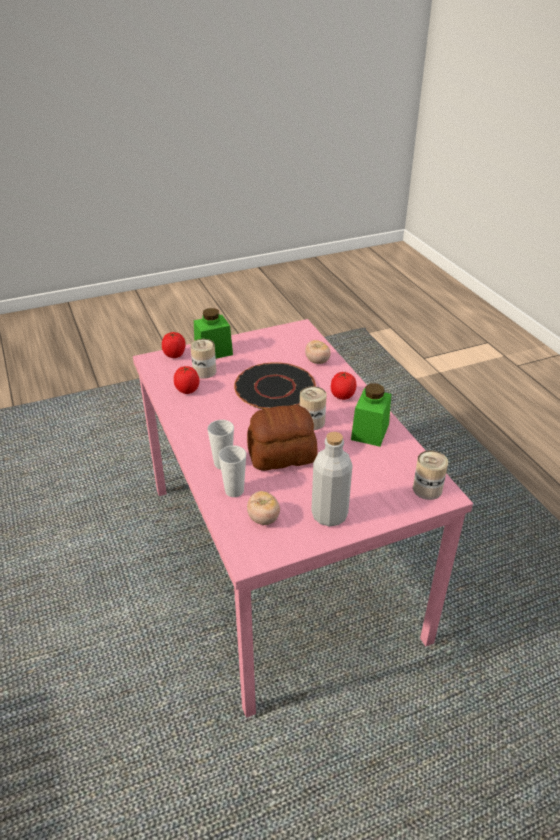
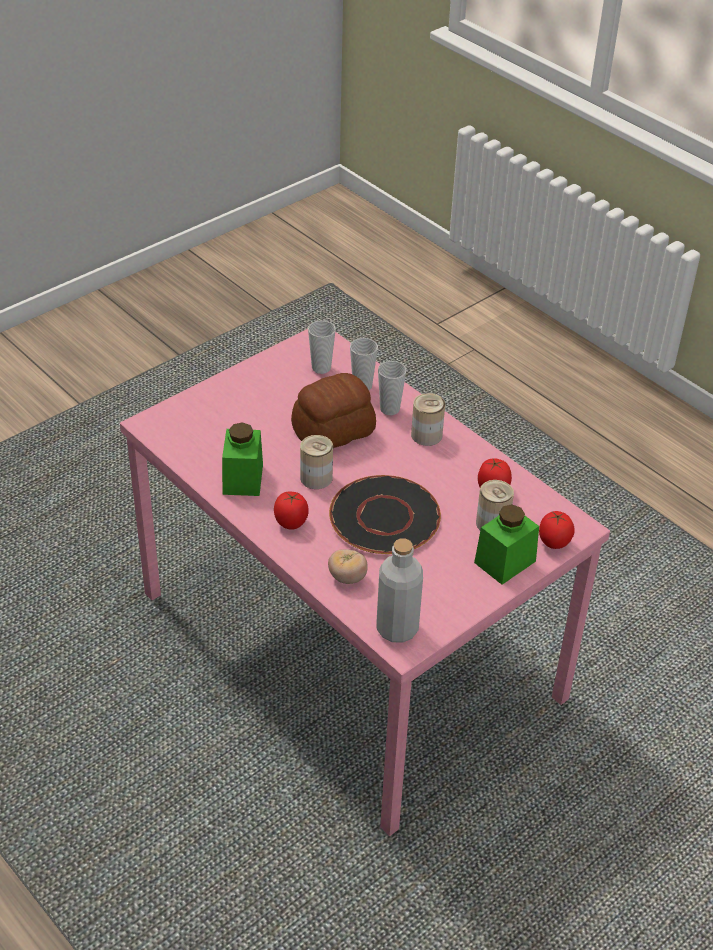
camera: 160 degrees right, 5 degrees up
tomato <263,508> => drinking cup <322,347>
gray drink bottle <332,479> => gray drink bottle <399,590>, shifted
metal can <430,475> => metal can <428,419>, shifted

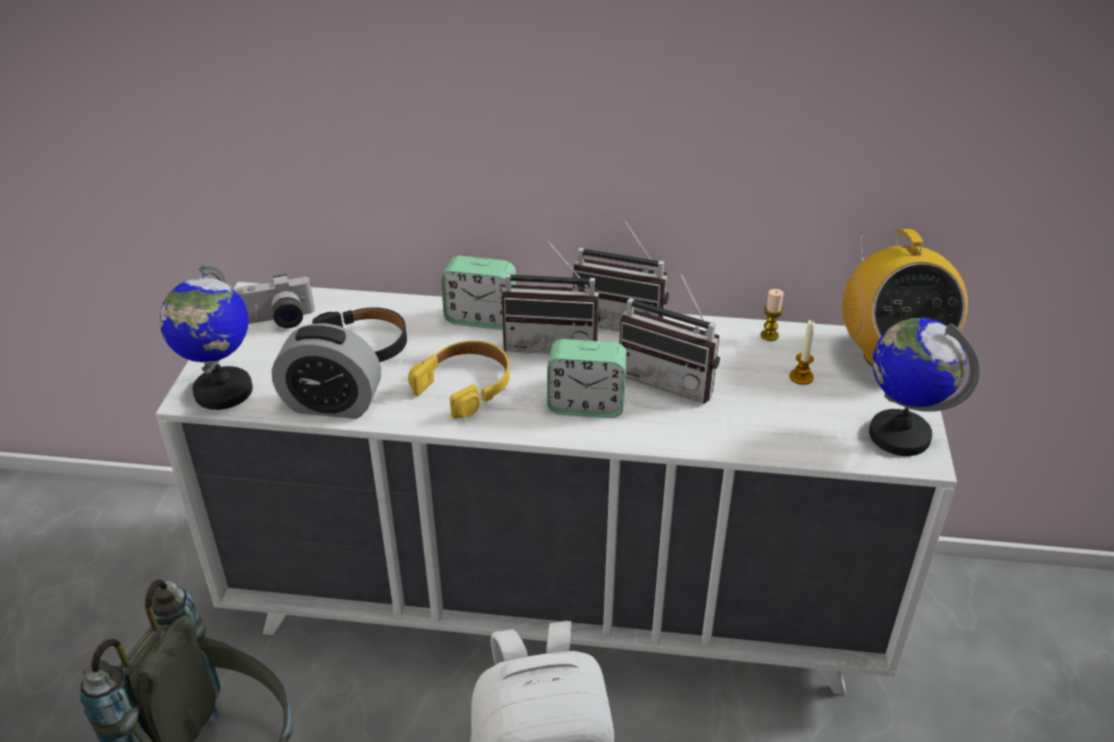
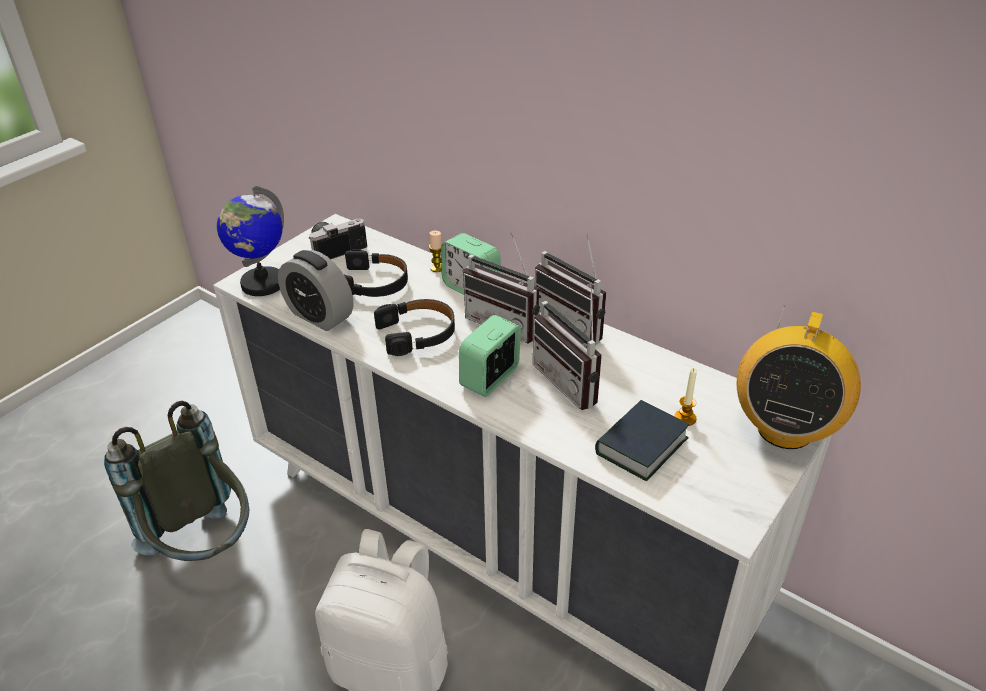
camera: 30 degrees right, 0 degrees up
photo camera <274,301> => photo camera <337,239>, 135 degrees clockwise
yellow-coloured headset <459,380> => blackish headset <414,327>
wax candle <772,315> => wax candle <435,251>, shifted
table clock <587,378> => table clock <490,356>, 90 degrees clockwise
nothing => book <642,440>
world globe <924,387> => nothing

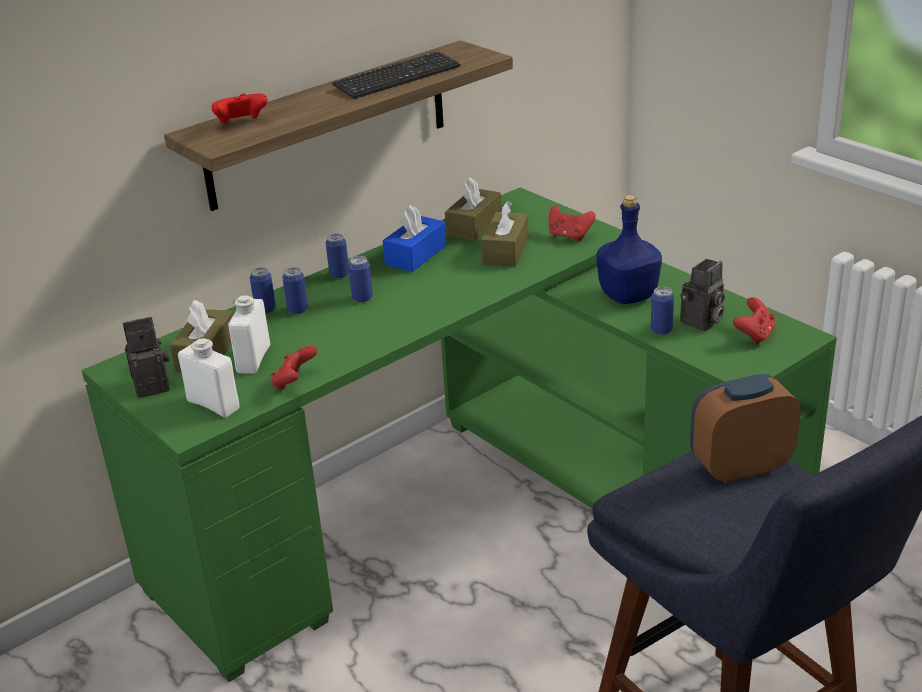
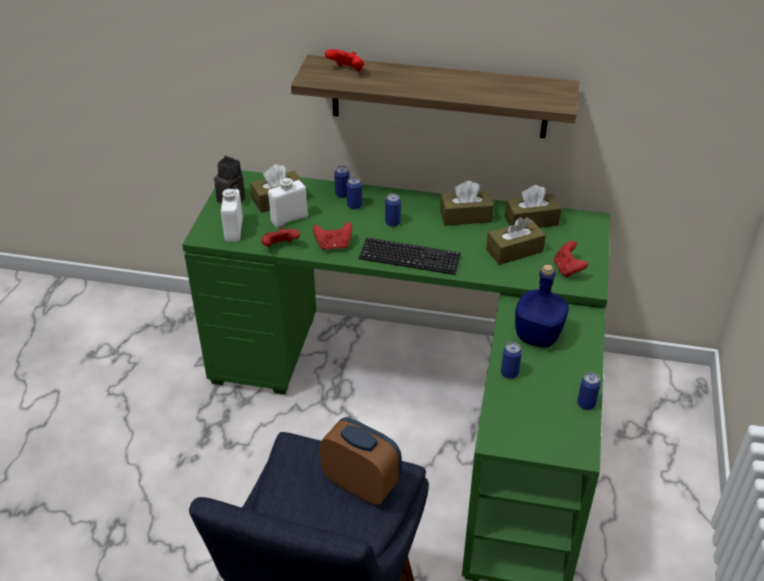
camera: 50 degrees right, 10 degrees up
red-coloured gamepad <754,320> => red-coloured gamepad <332,236>, shifted
PC keyboard <396,75> => PC keyboard <410,256>, shifted
blue box of tissues <414,238> => brown-coloured box of tissues <467,203>
metal can <337,256> => metal can <589,391>, shifted
photo camera <702,295> => nothing

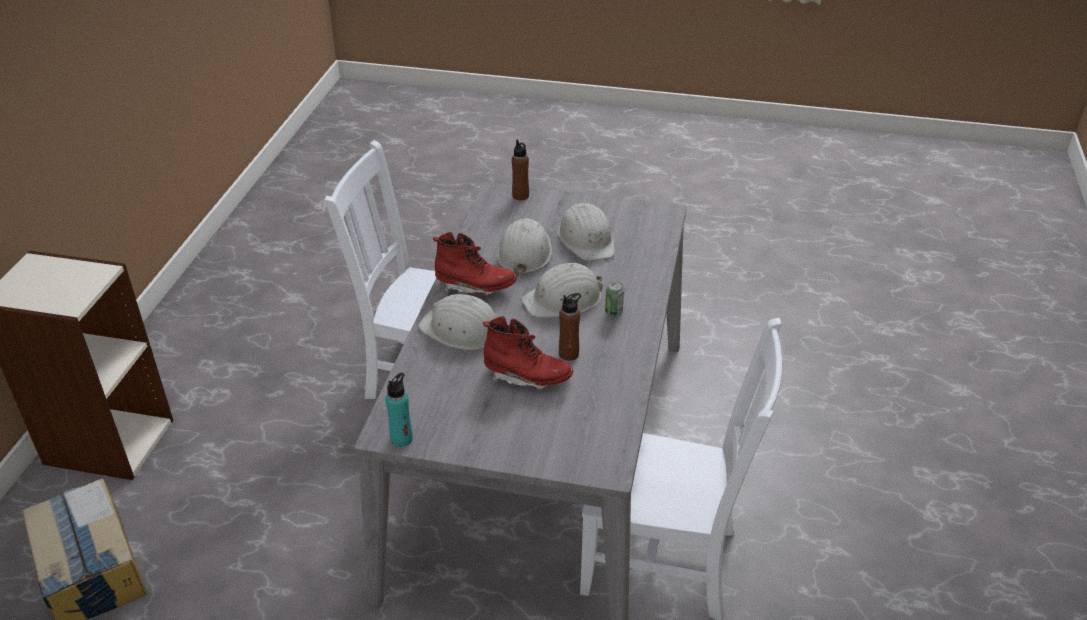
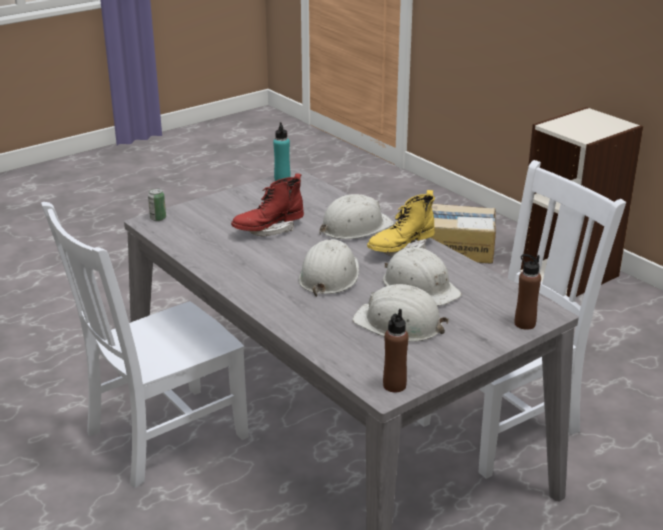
camera: 130 degrees right, 10 degrees down
metal can <614,299> => metal can <157,204>, shifted
red-coloured high-top boot <475,263> => yellow-coloured high-top boot <401,223>
brown-coloured drink bottle <570,327> => brown-coloured drink bottle <396,351>, shifted

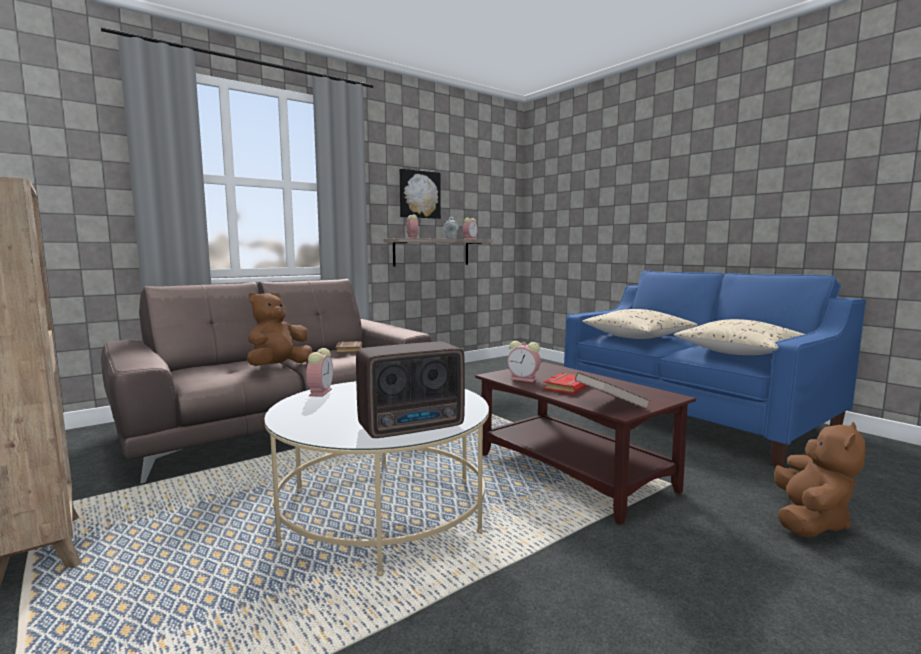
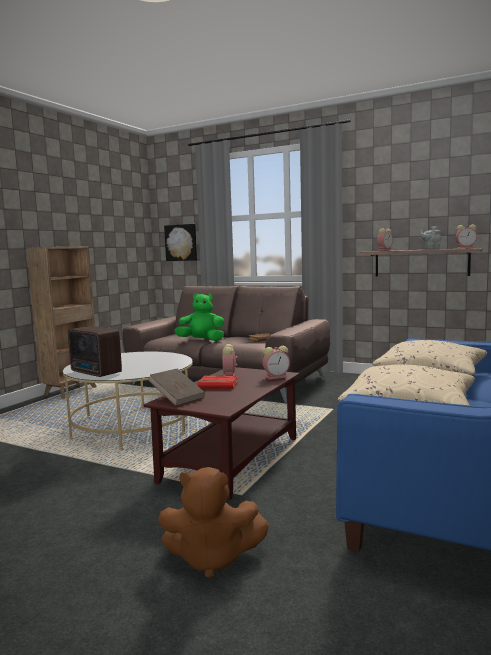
camera: 65 degrees right, 0 degrees up
wall picture <420,194> => wall picture <180,242>, shifted
brown-coloured plush toy <279,329> => green plush toy <199,317>
table clock <319,372> => table clock <276,363>, shifted

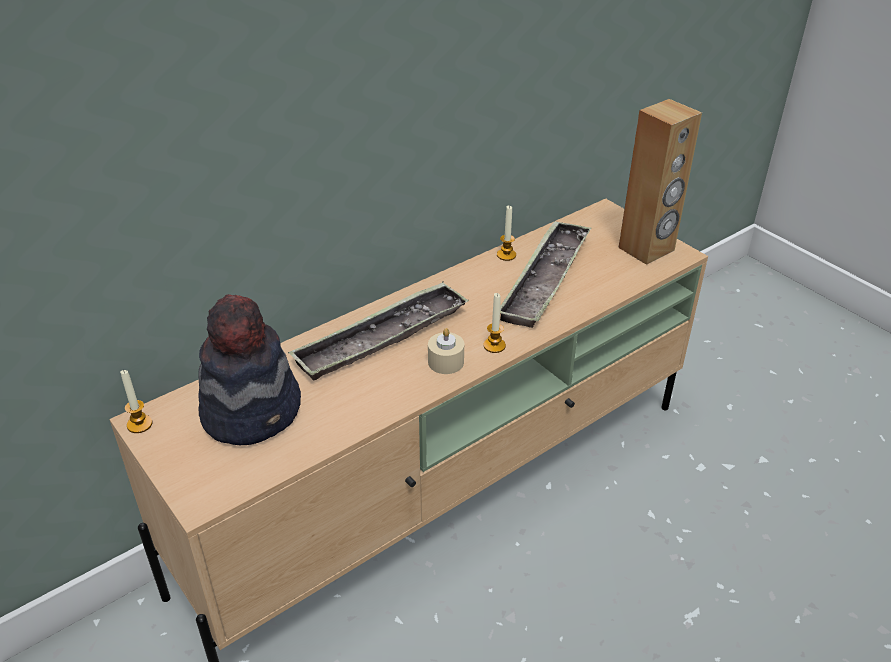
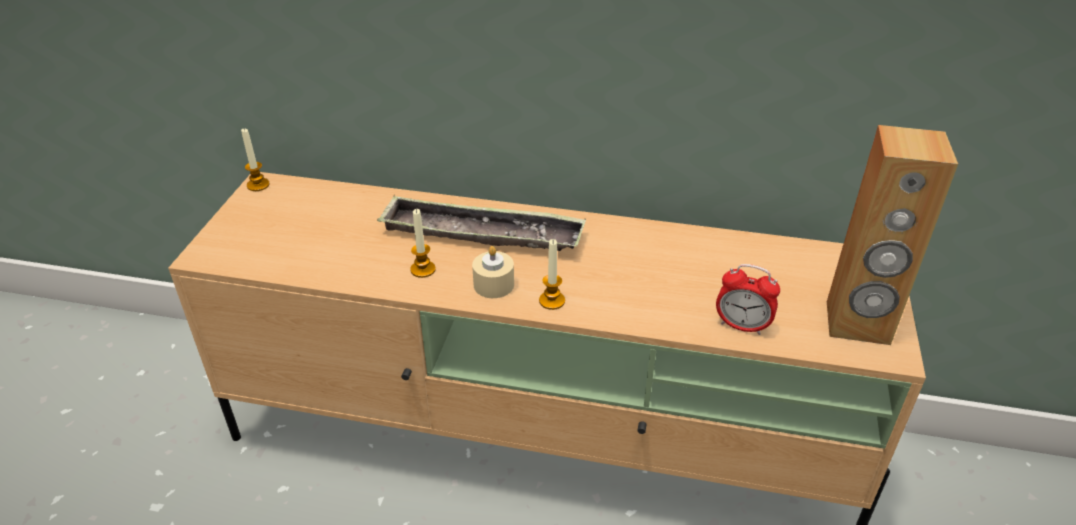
camera: 50 degrees right, 0 degrees up
wax candle <506,233> => wax candle <423,243>, shifted
nothing => table clock <748,299>
clothing hat <249,369> => nothing
tray <546,274> => nothing

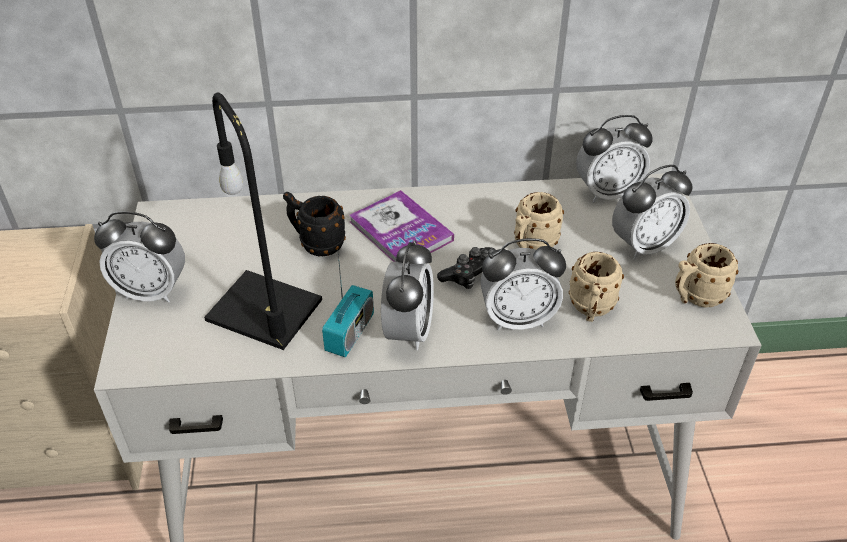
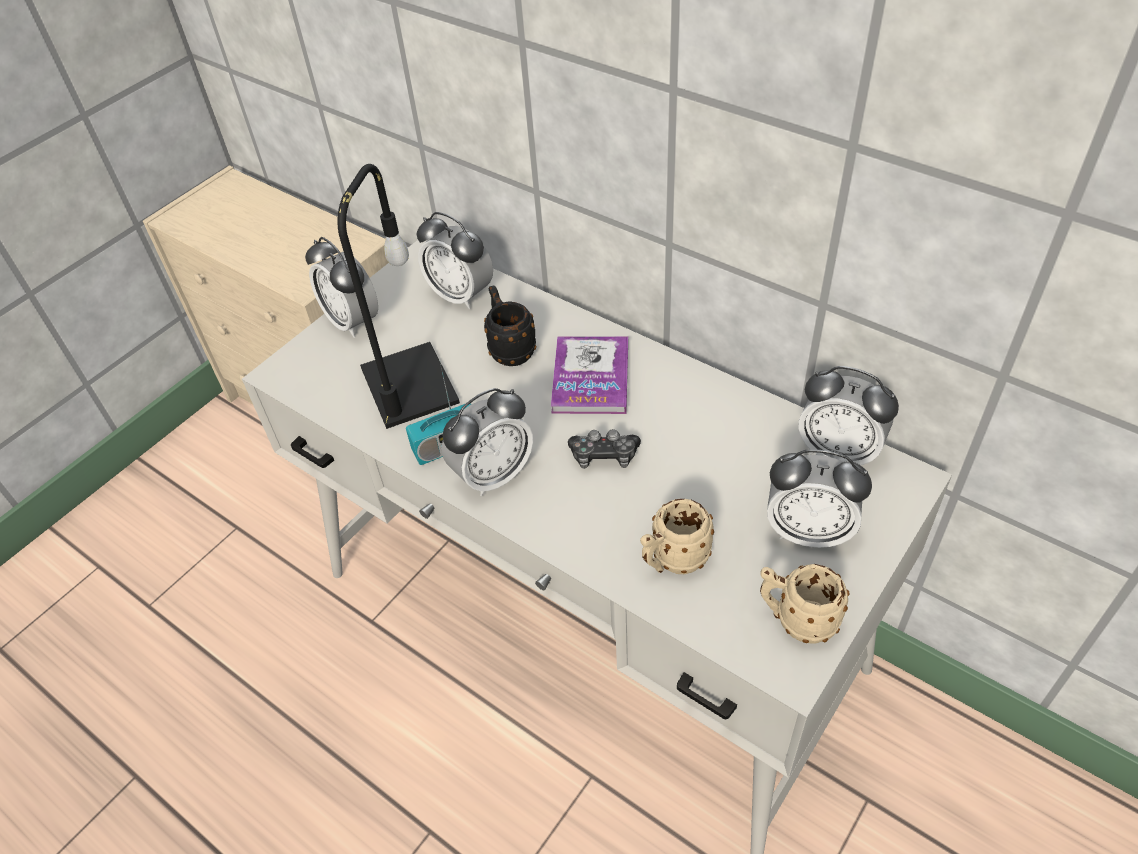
camera: 45 degrees right, 5 degrees up
table clock <523,284> => table clock <455,260>, shifted
sand-coloured tea mug <539,221> => nothing

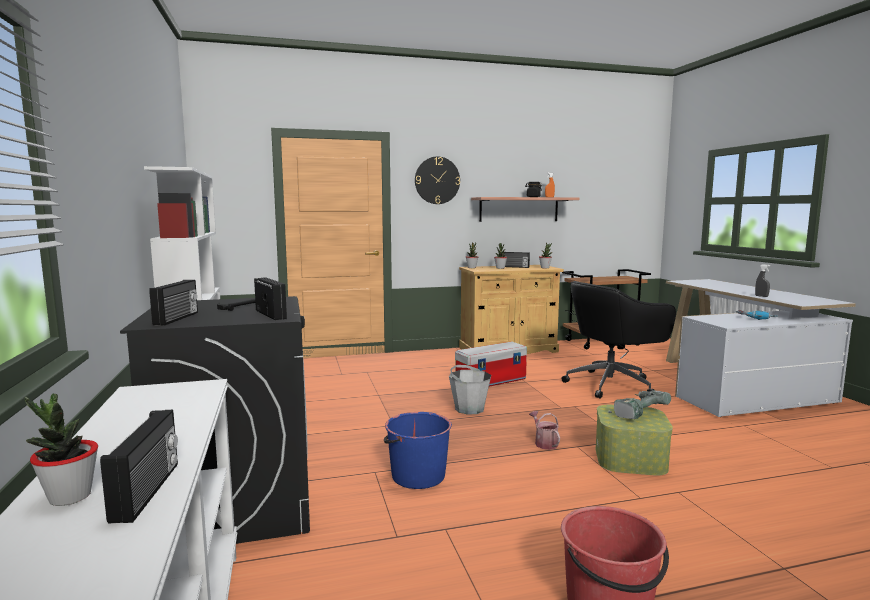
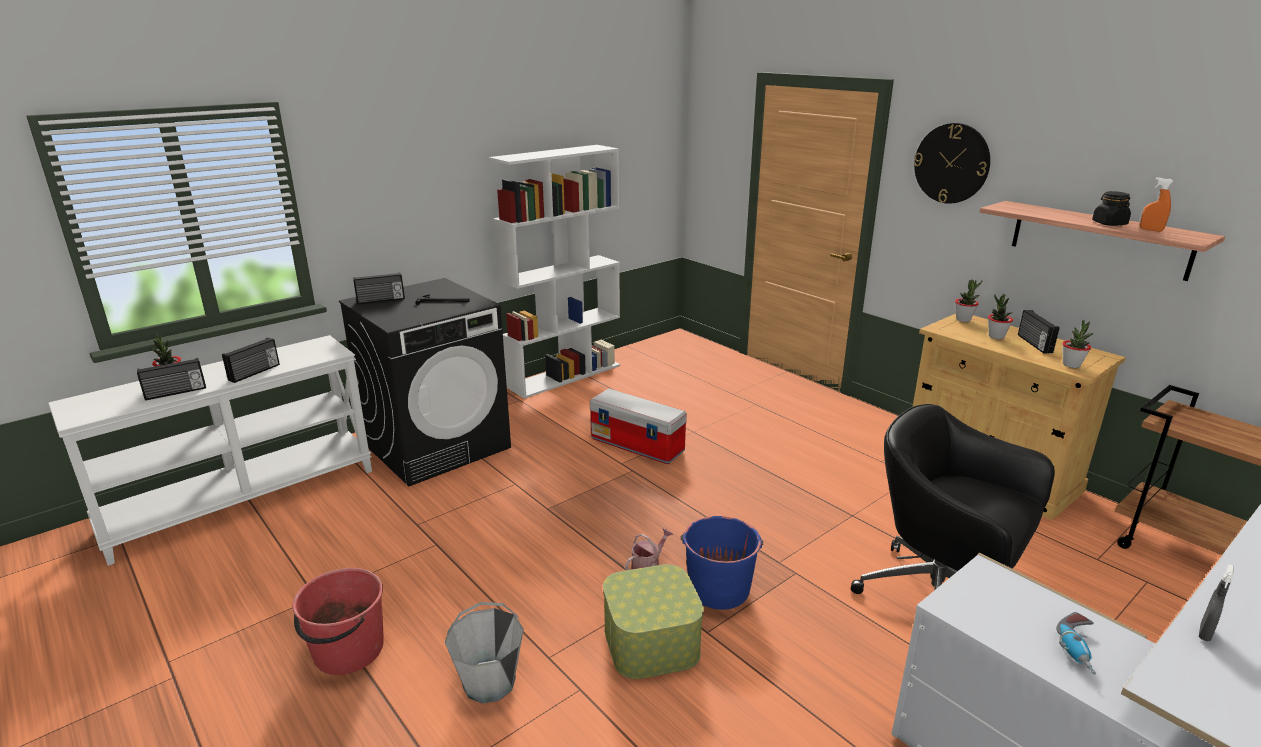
camera: 65 degrees right, 15 degrees up
radio set <270,298> => radio set <251,360>, shifted
gray water bucket <470,390> => gray water bucket <484,653>, shifted
storage bin <491,364> => storage bin <638,426>, shifted
blue water bucket <418,450> => blue water bucket <722,563>, shifted
power drill <639,404> => nothing

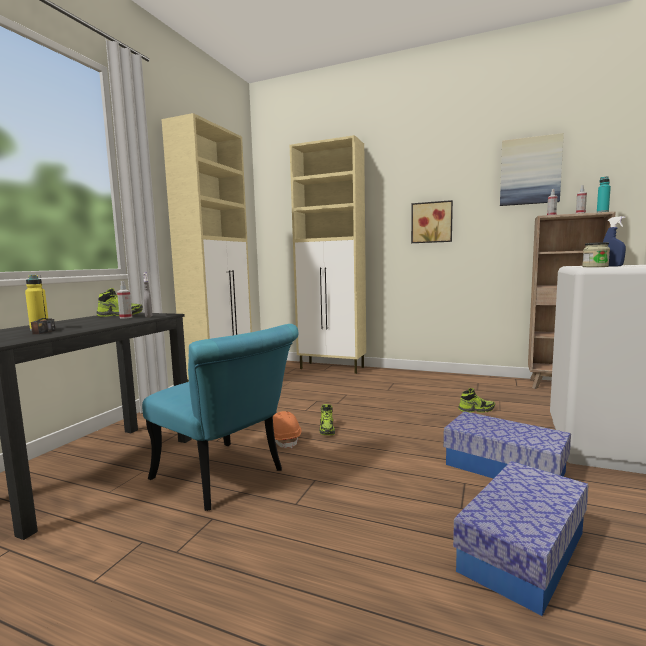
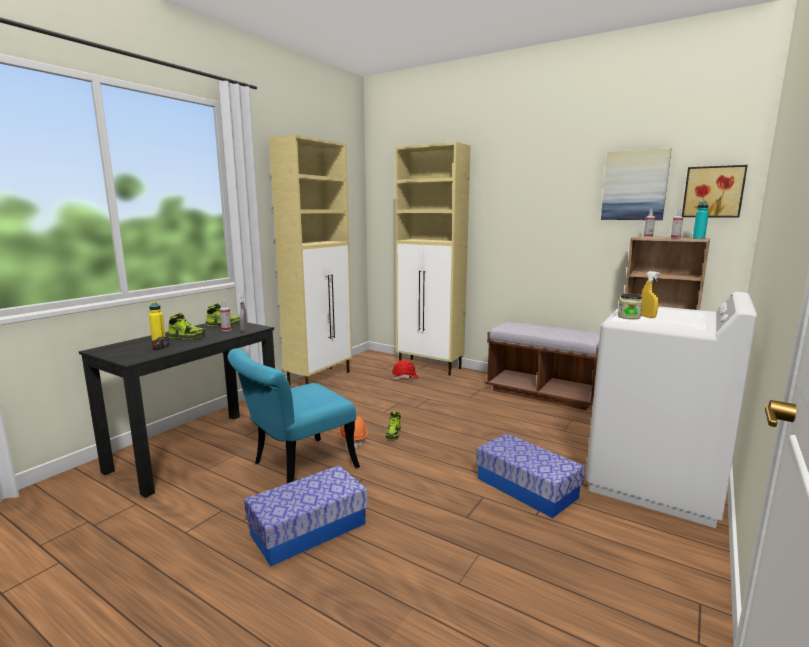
camera: 10 degrees right, 5 degrees up
item of footwear <476,400> => item of footwear <186,325>, shifted
turquoise-coloured chair <220,417> => turquoise-coloured chair <294,415>, 90 degrees clockwise
storage bin <521,538> => storage bin <306,516>, shifted
nothing => red-coloured safety helmet <405,370>
nothing => brown-coloured bench <542,366>
blue sprayer <614,241> => yellow-coloured sprayer <650,294>
wall picture <432,221> => wall picture <715,191>, shifted

